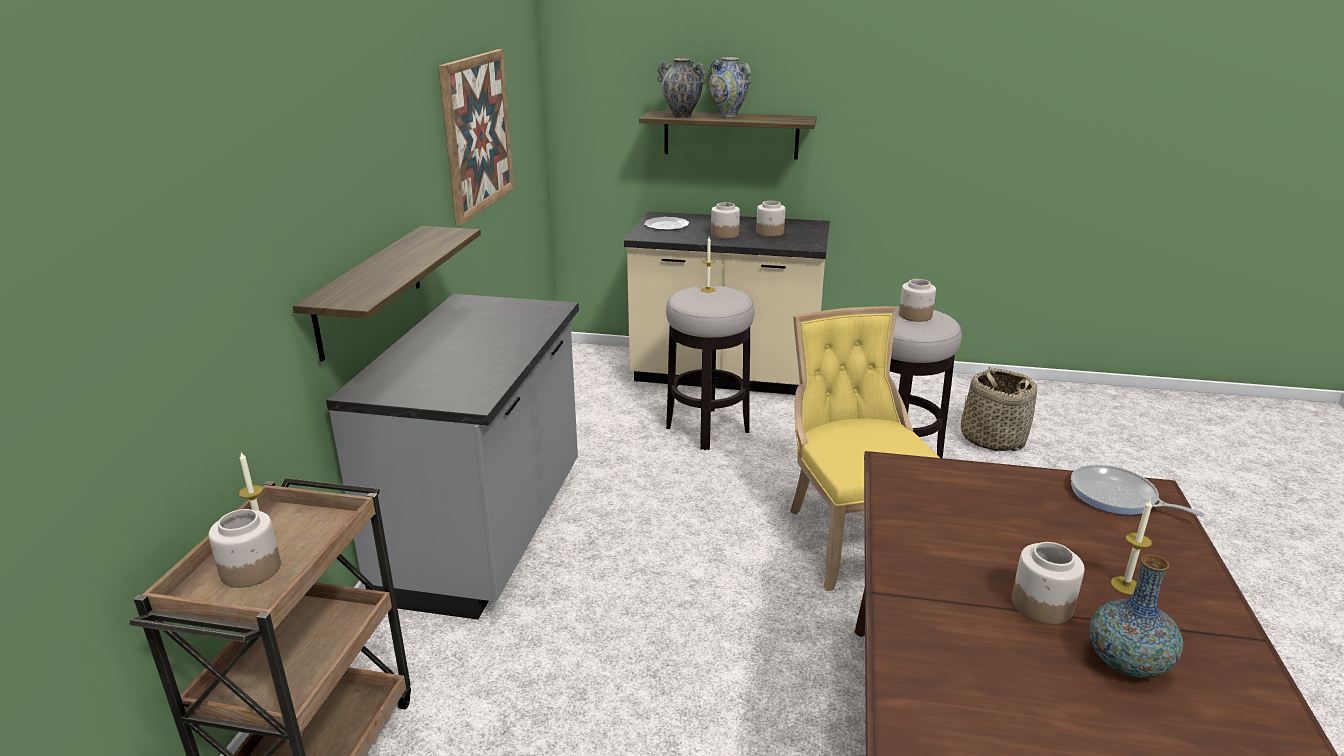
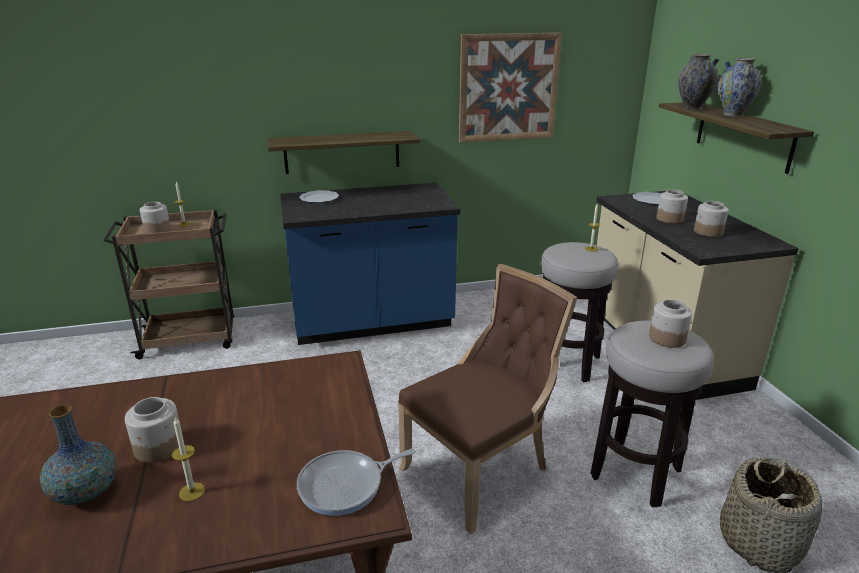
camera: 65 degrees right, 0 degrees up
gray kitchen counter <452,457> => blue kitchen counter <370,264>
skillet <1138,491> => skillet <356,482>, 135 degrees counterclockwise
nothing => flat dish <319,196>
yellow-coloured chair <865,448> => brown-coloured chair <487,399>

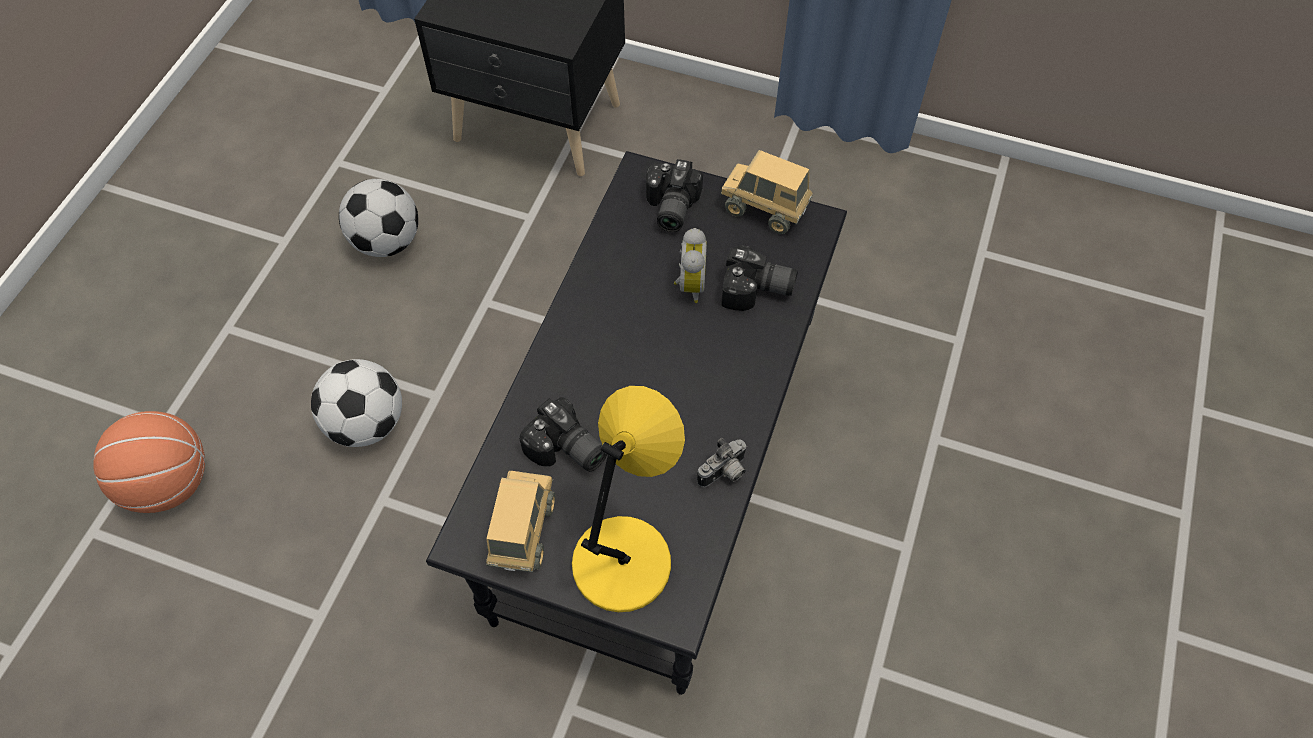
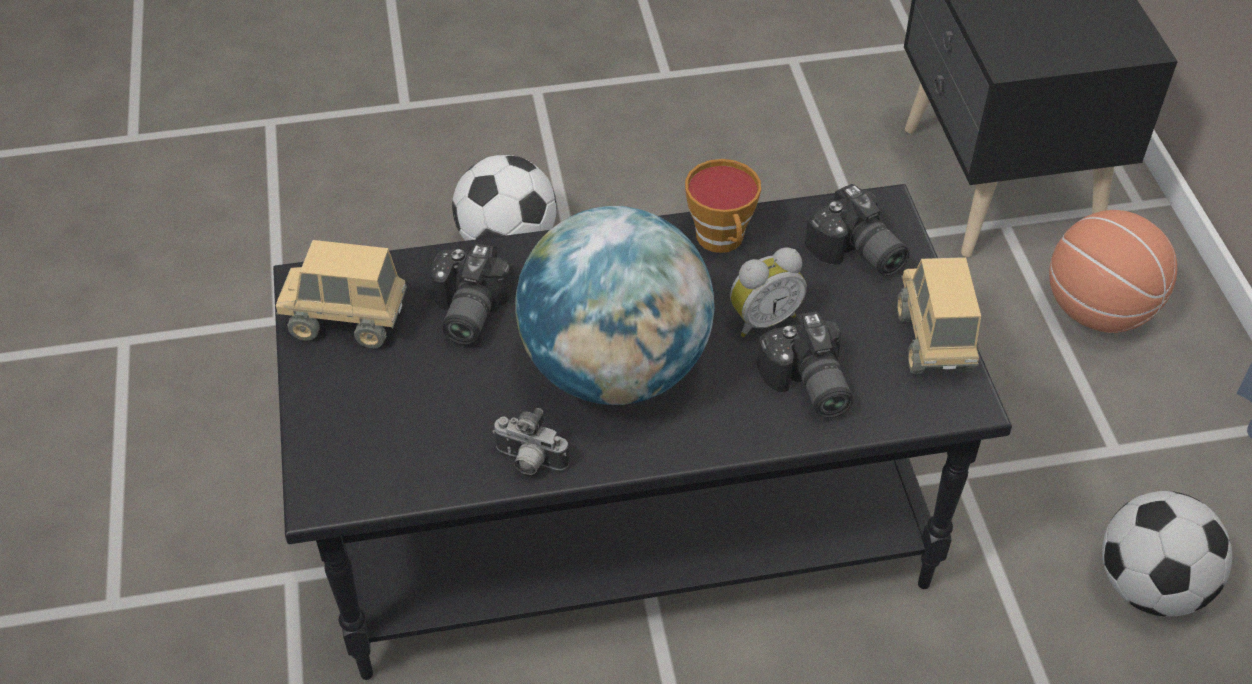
camera: 60 degrees right, 10 degrees down
toy truck <520,521> => toy truck <341,294>, 150 degrees counterclockwise
nothing => world globe <615,305>
nothing => drinking cup <723,206>
photo camera <674,195> => photo camera <857,230>, 105 degrees counterclockwise
ball for basketball <149,462> => ball for basketball <1113,271>, shifted
football ball <378,218> => football ball <1167,554>, shifted
yellow-coloured tabletop lamp <628,499> => nothing

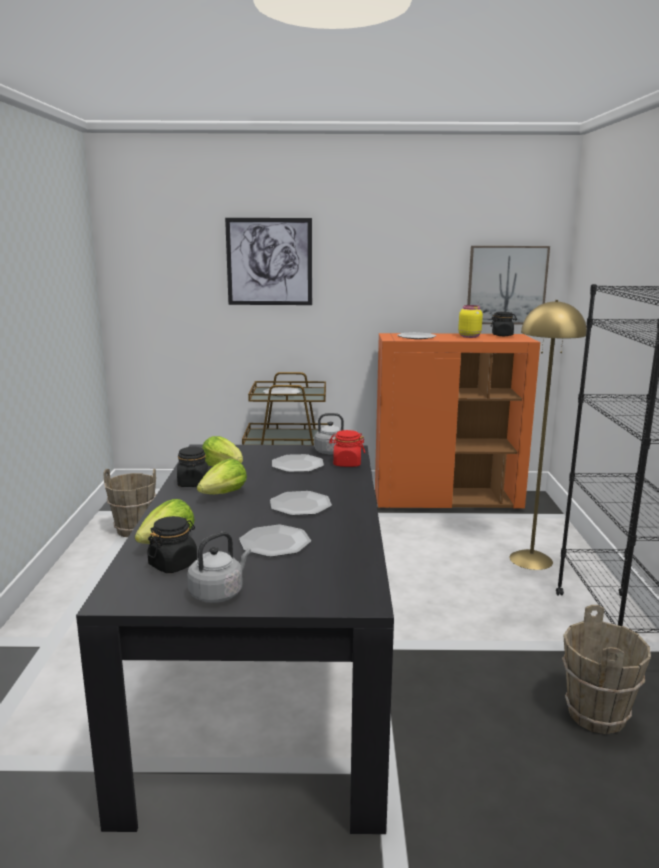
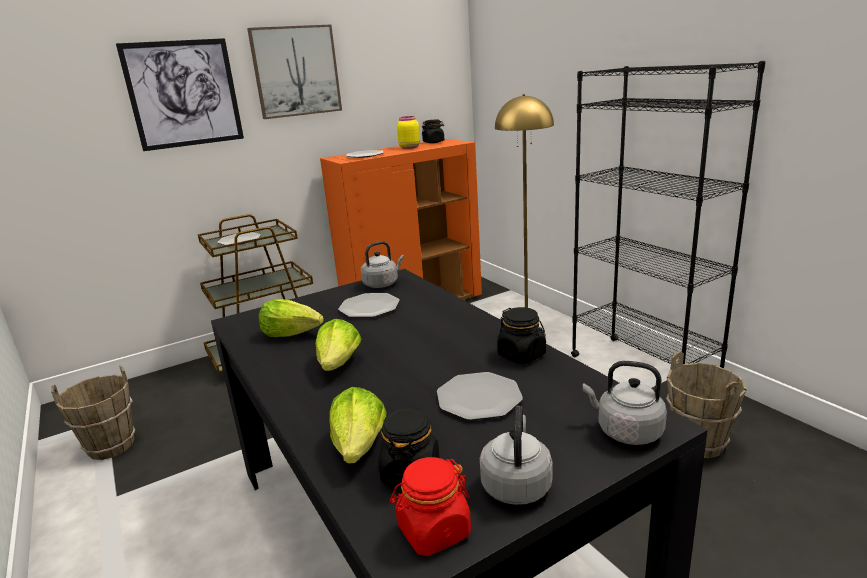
camera: 30 degrees left, 5 degrees up
wall picture <508,285> => wall picture <294,72>, shifted
red-coloured preserve jar <347,448> => red-coloured preserve jar <430,506>, shifted
blackish preserve jar <192,467> => blackish preserve jar <521,335>, shifted
nothing => gray kettle <625,403>
flat dish <301,503> => nothing

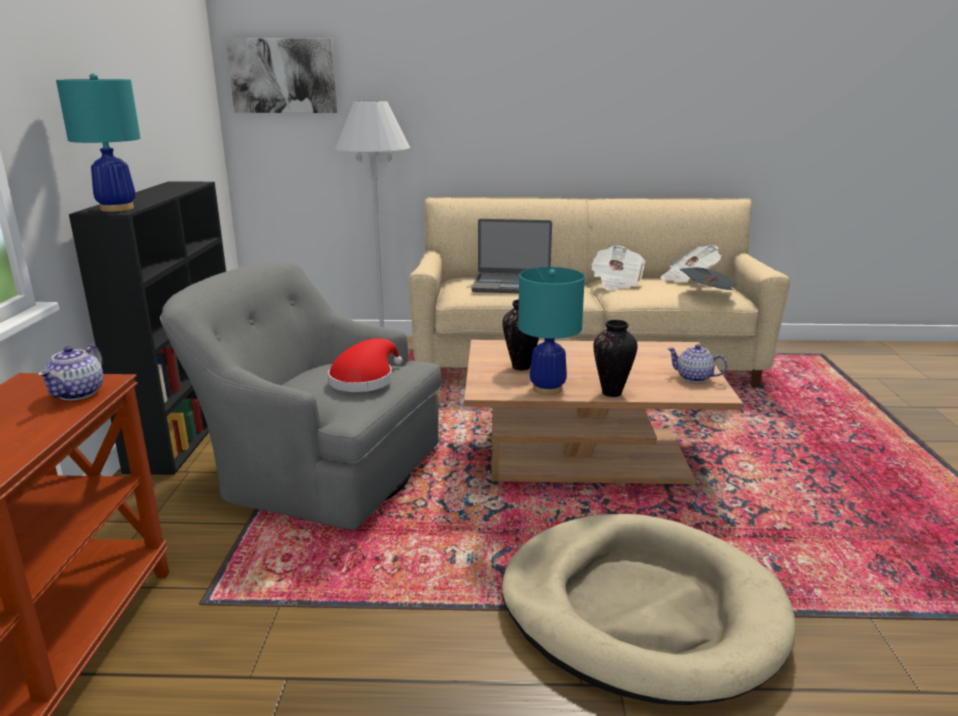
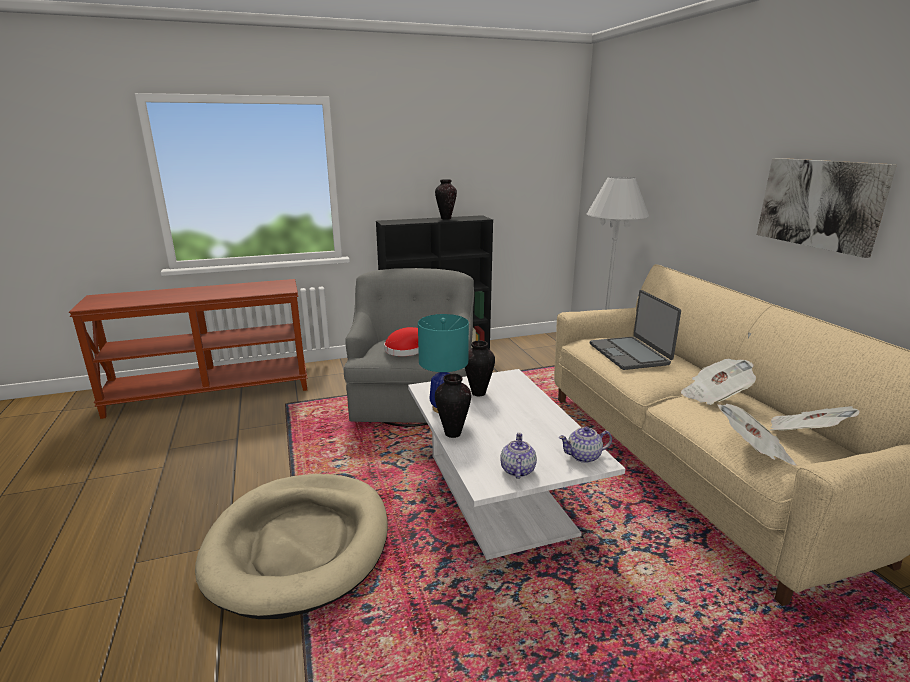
camera: 70 degrees right, 0 degrees up
brown-coloured coffee table <603,412> => white-coloured coffee table <516,464>
nothing => vase <446,199>
pot for tea <70,372> => pot for tea <585,445>, shifted
wall picture <281,76> => wall picture <827,208>, shifted
turquoise-coloured tabletop lamp <98,142> => nothing

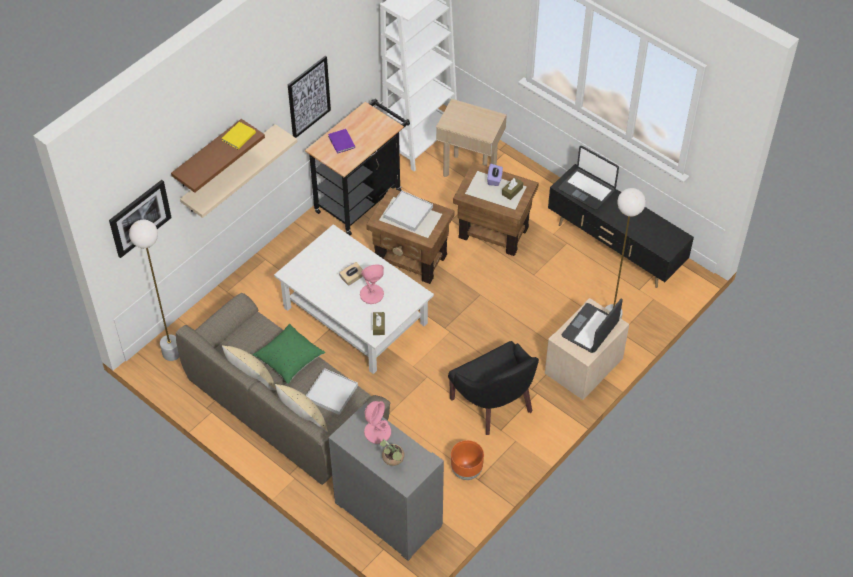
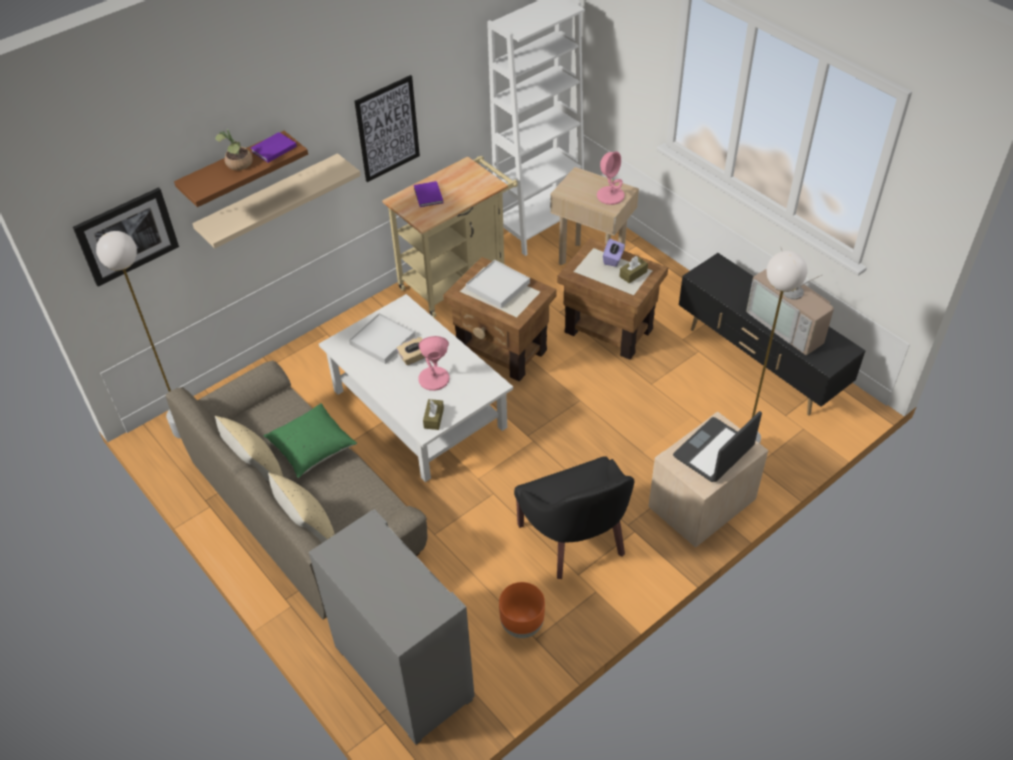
camera: 10 degrees right, 5 degrees down
potted plant <392,452> => potted plant <234,149>, shifted
yellow-coloured book <239,135> => purple book <274,147>
white-coloured tray <332,391> => white-coloured tray <382,338>, shifted
blackish cart <357,167> => sand-coloured cart <450,236>
pink-coloured tabletop lamp <377,422> => pink-coloured tabletop lamp <611,178>, shifted
nothing => TV set <790,301>
notebook computer <588,178> => nothing

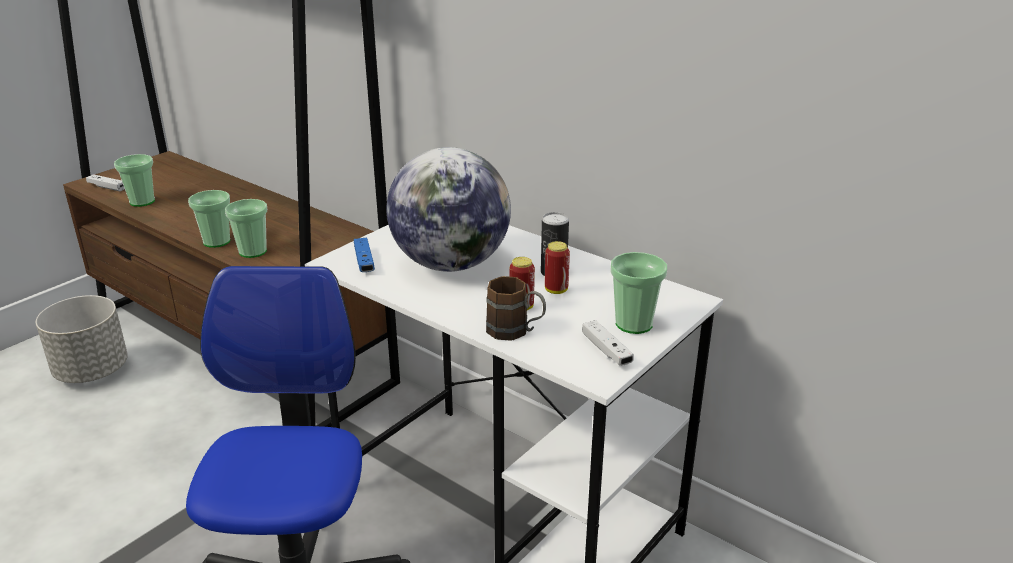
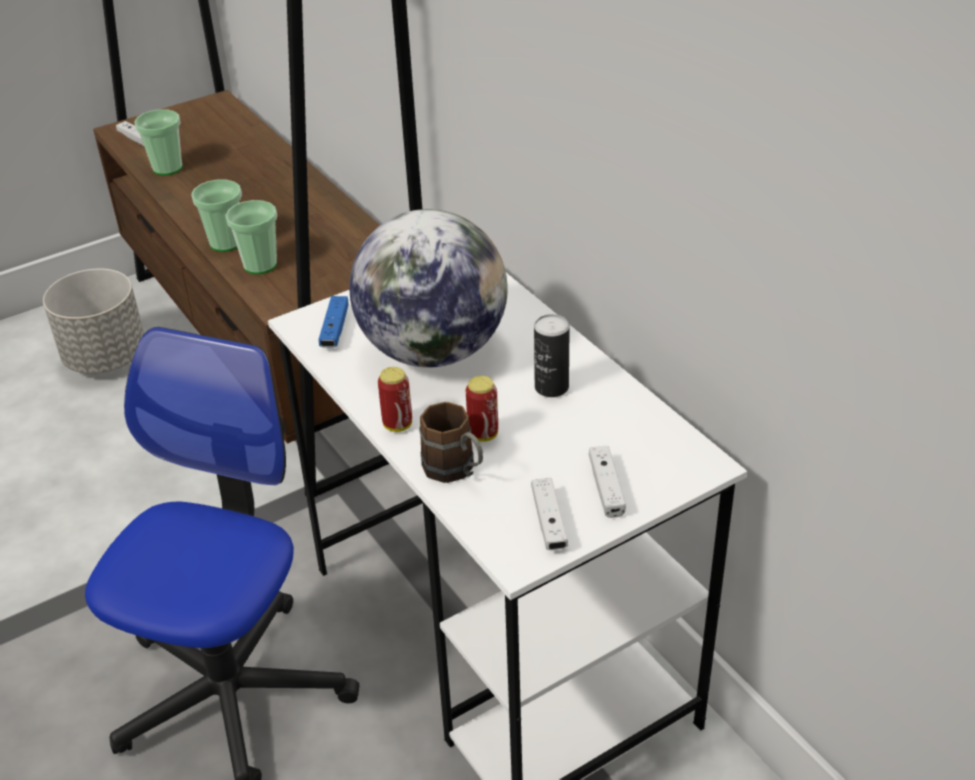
camera: 20 degrees right, 10 degrees up
metal can <557,267> => metal can <395,399>, shifted
drinking cup <638,293> => white-coloured gamepad <607,482>

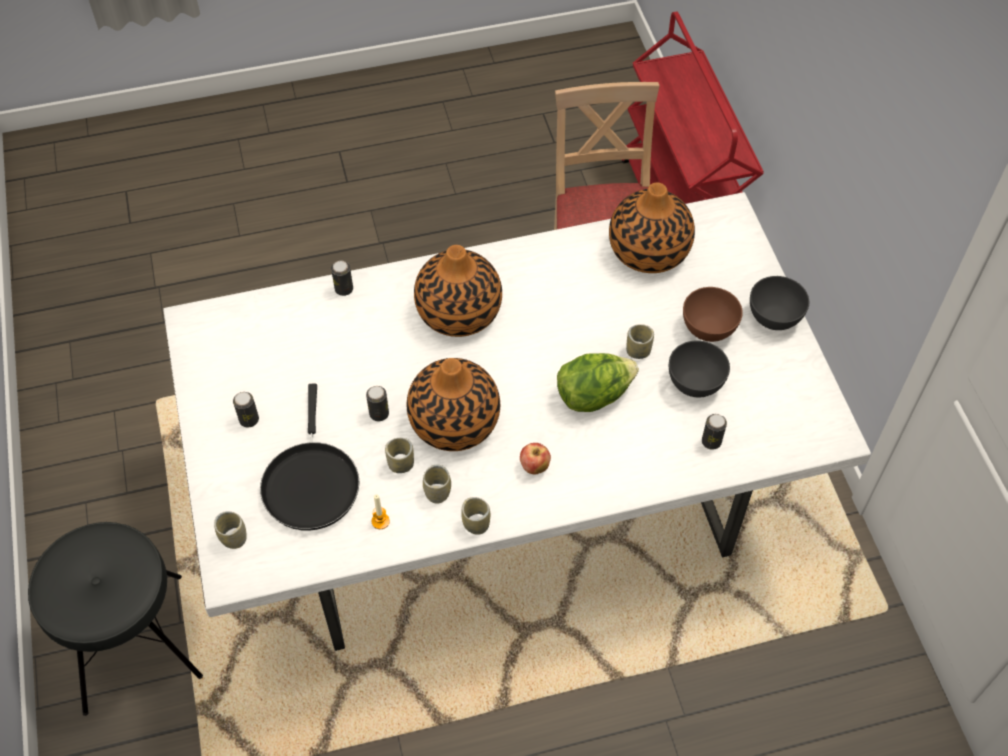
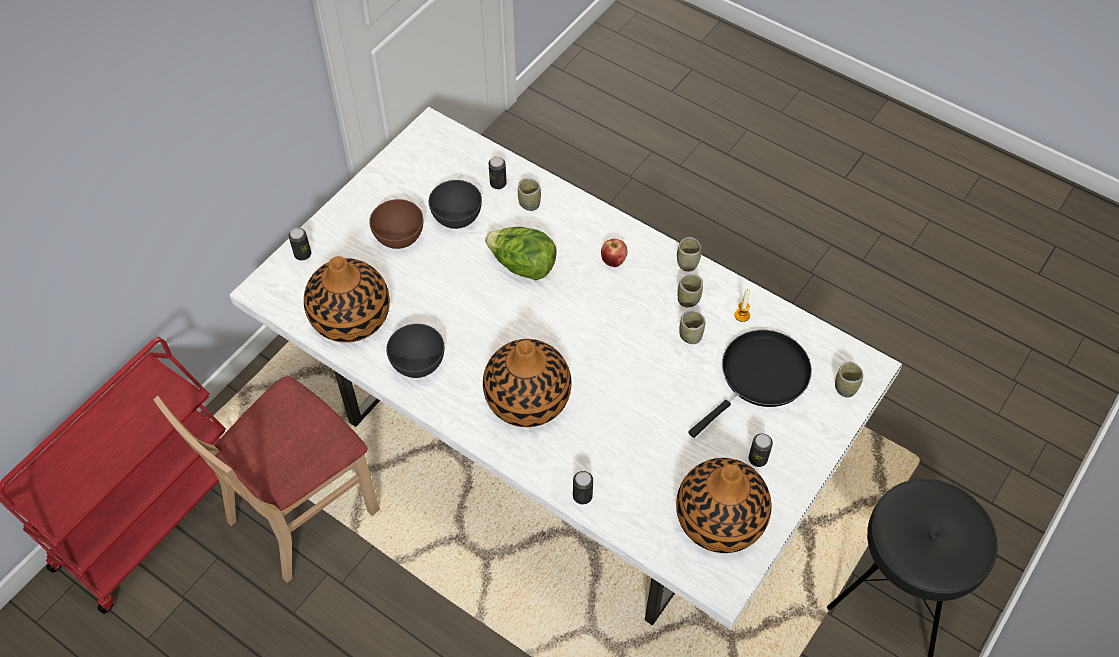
camera: 130 degrees left, 0 degrees up
metal can <377,403> => metal can <299,244>, shifted
gray bowl <779,303> => gray bowl <415,351>, shifted
drinking cup <640,341> => drinking cup <529,194>, shifted
vase <453,404> => vase <724,505>, shifted

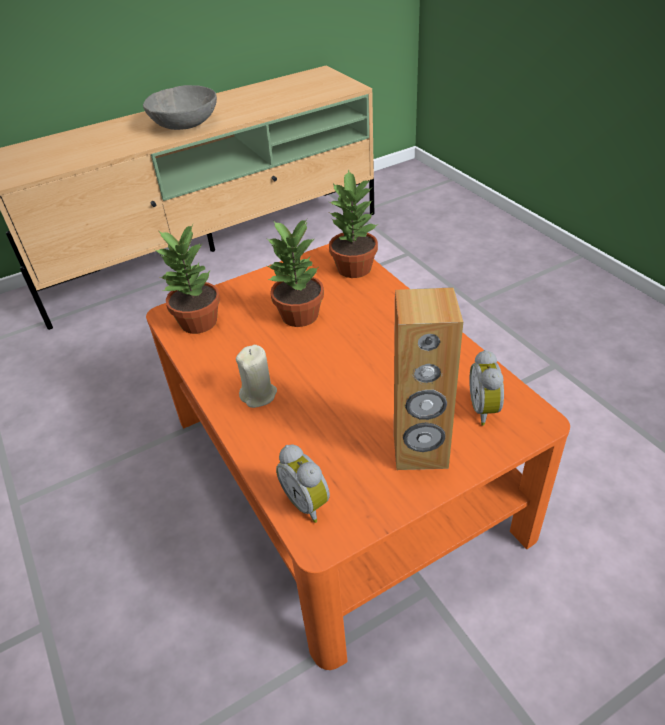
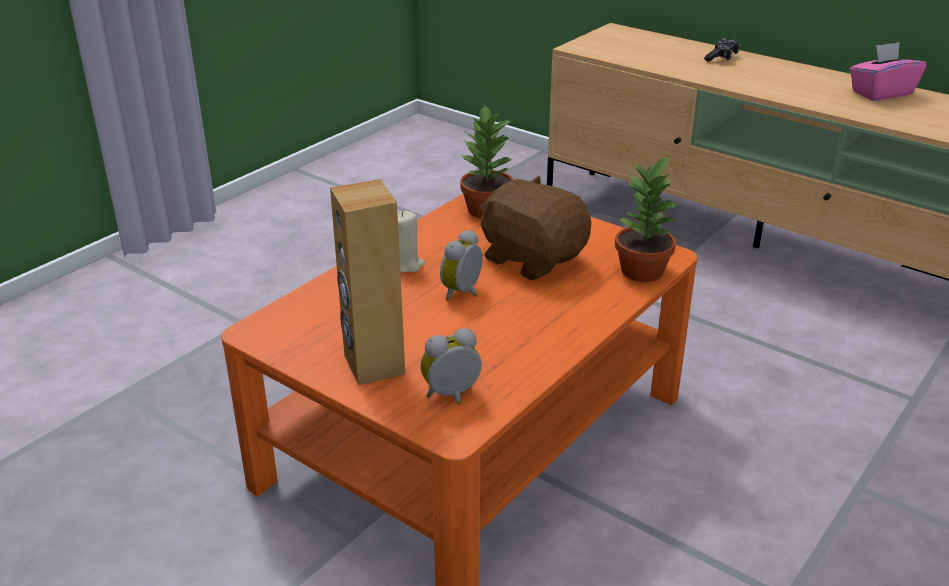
camera: 65 degrees right, 10 degrees down
table clock <303,483> => table clock <461,265>, shifted
potted plant <295,272> => brown-coloured plush toy <535,228>
nothing => gamepad <722,50>
nothing => pink-coloured box of tissues <888,71>
gray bowl <180,107> => nothing

